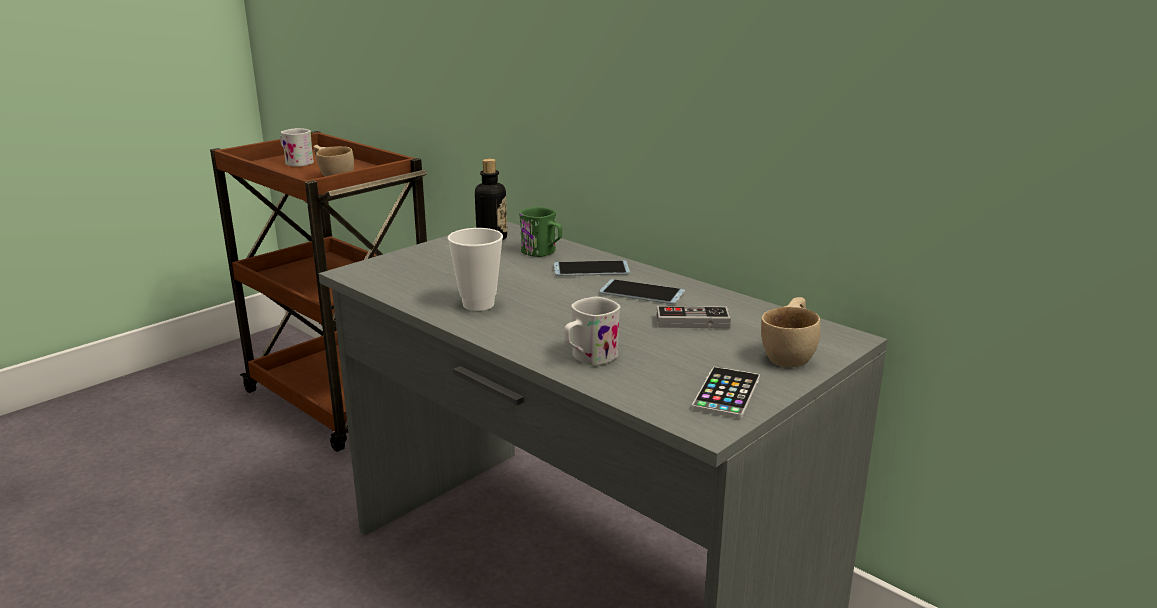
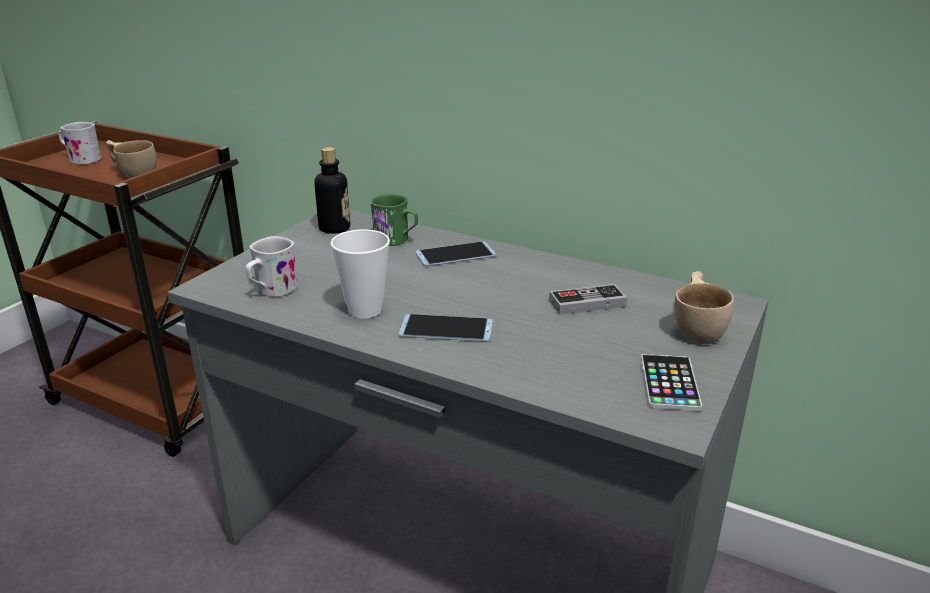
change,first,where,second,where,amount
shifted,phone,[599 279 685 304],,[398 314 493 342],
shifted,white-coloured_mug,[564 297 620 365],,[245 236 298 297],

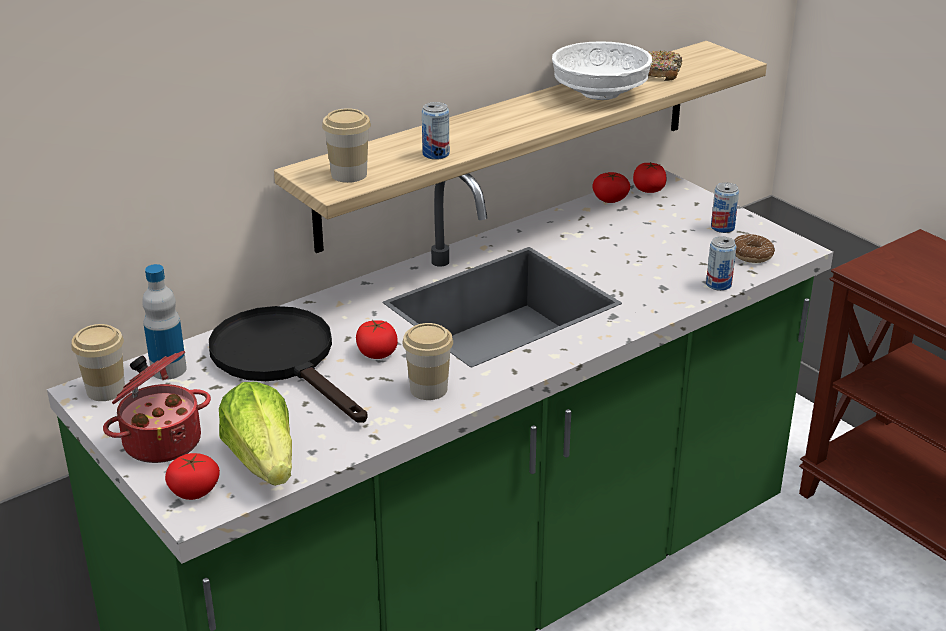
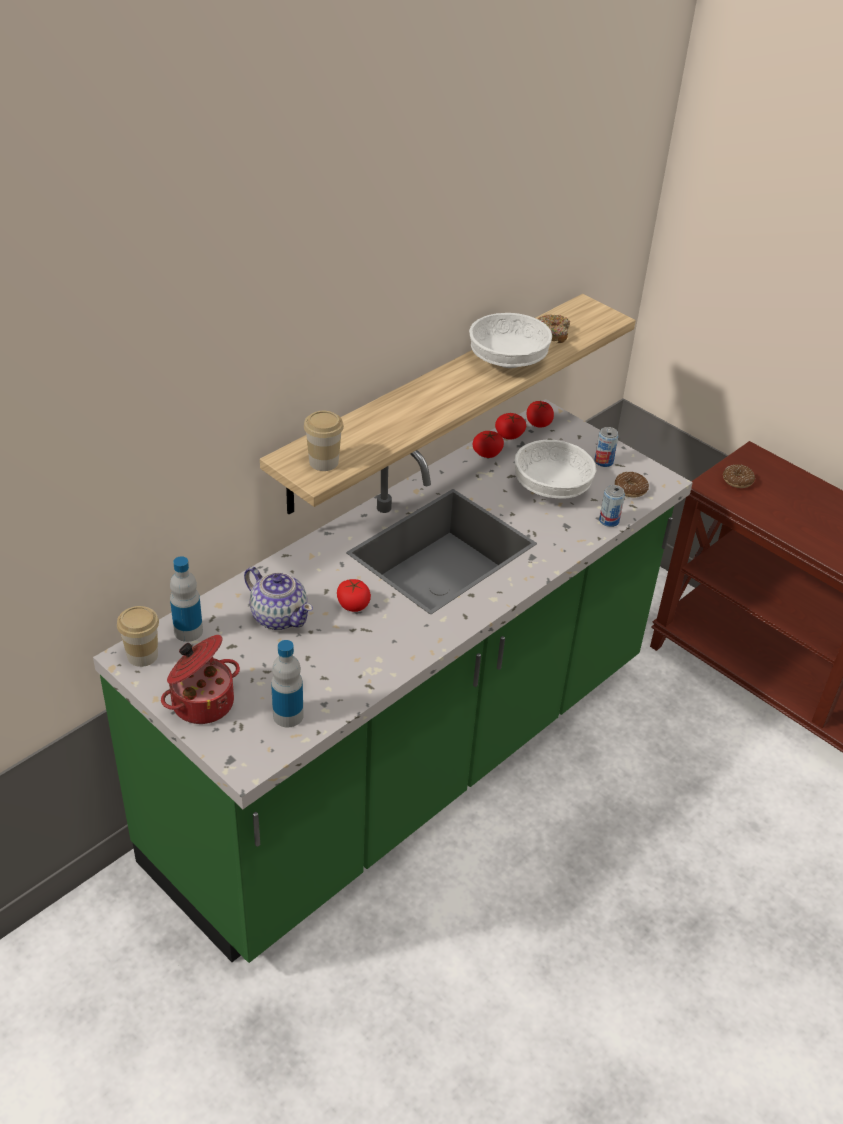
change,first,where,second,where,amount
gone,can,[422 102 449 160],,,
swapped,blackish_skillet,[209 306 368 423],tea_pot,[244 567 313 630],
gone,cup,[402 323 453 400],,,
swapped,lettuce,[219 382 292 486],drink_bottle,[271 640 304 727],
shifted,tomato,[165 453 220 500],,[473 431 504 458],
new,,,white-coloured_deep_dish,[515 440 596 498],
new,,,ring_doughnut,[723 464 755 488],

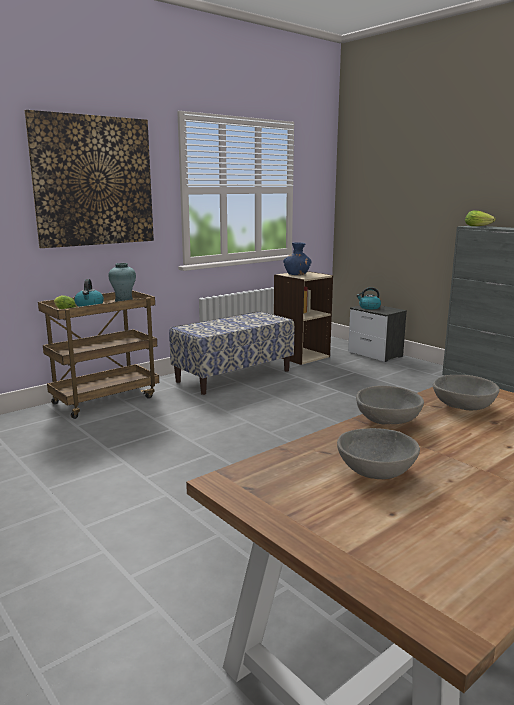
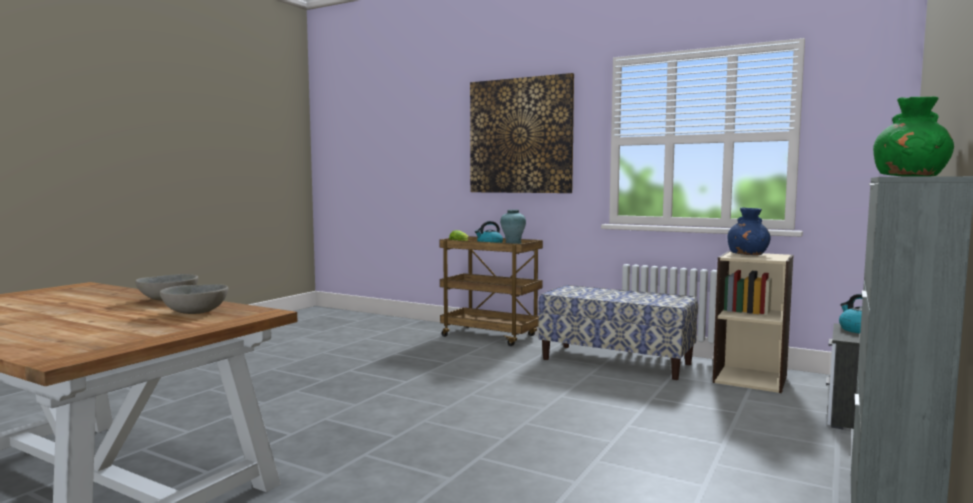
change,first,where,second,where,amount
swapped,lettuce,[465 210 496 226],greenish_decorative_vase,[873 96 954 177],
gone,grey_deep_dish,[337 428 420 479],,,

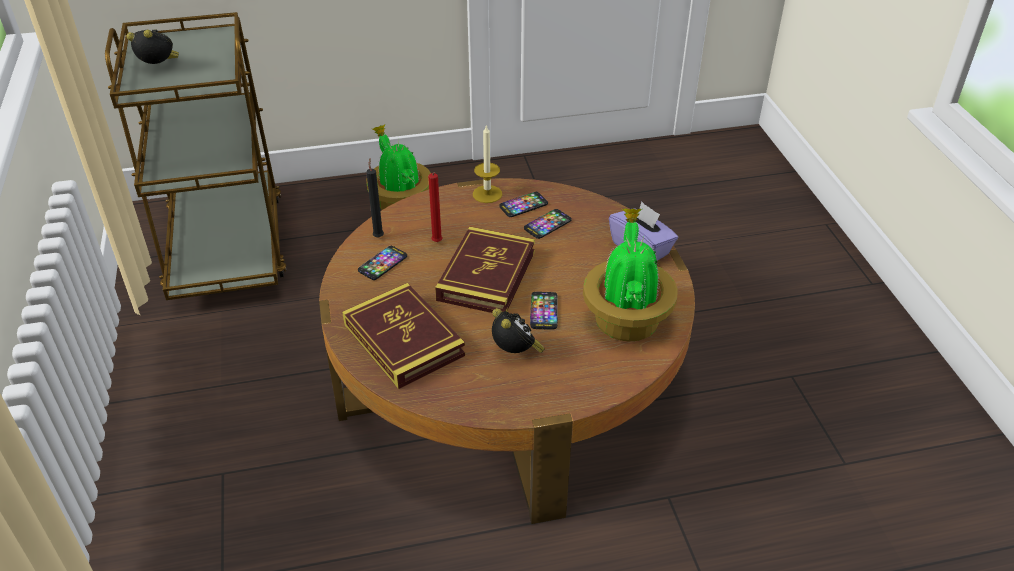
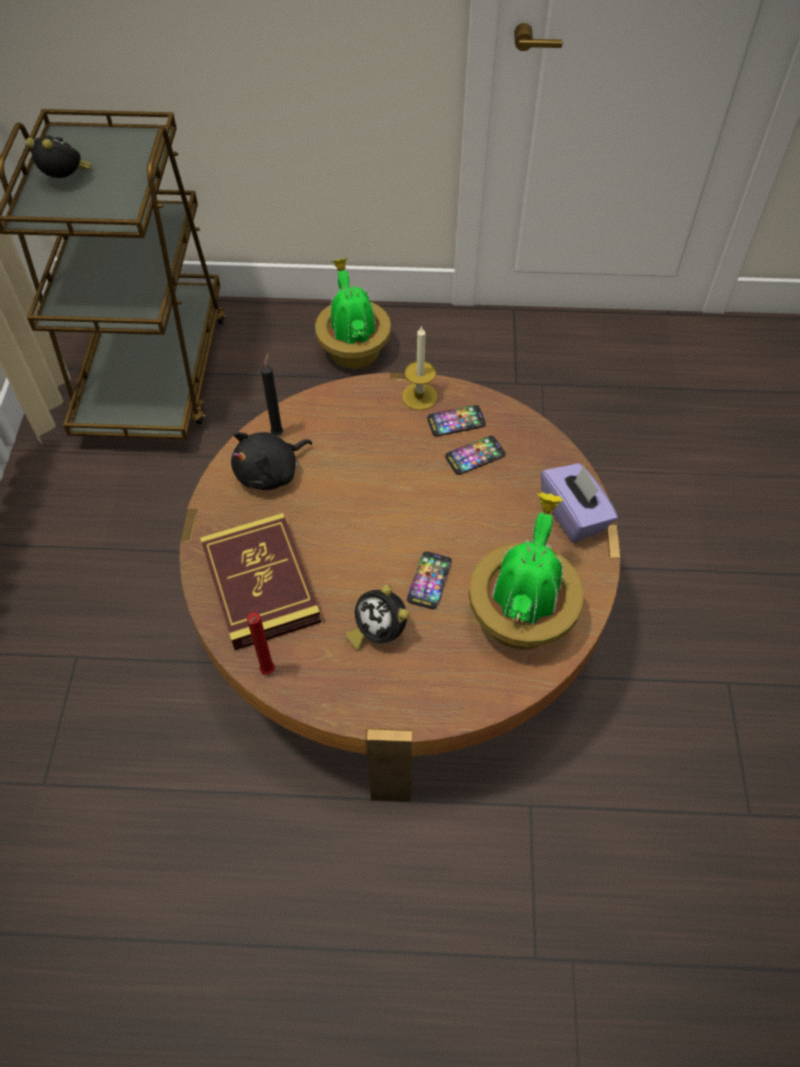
change,first,where,second,where,amount
shifted,red-coloured_candle,[428 172 442 242],,[247 612 275 675],
gone,volume,[435 227 535 313],,,
swapped,phone,[358 246 407 280],blackish_cuddly_toy,[231 432 312 490],
rotated,alarm_clock,[492 308 545 353],,[345 585 409 649],150 degrees clockwise

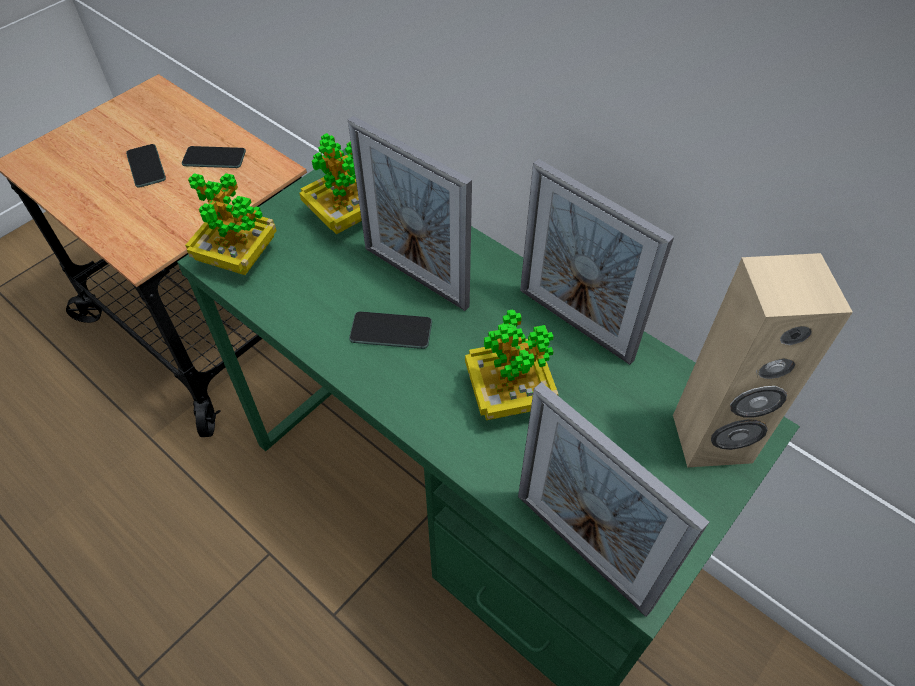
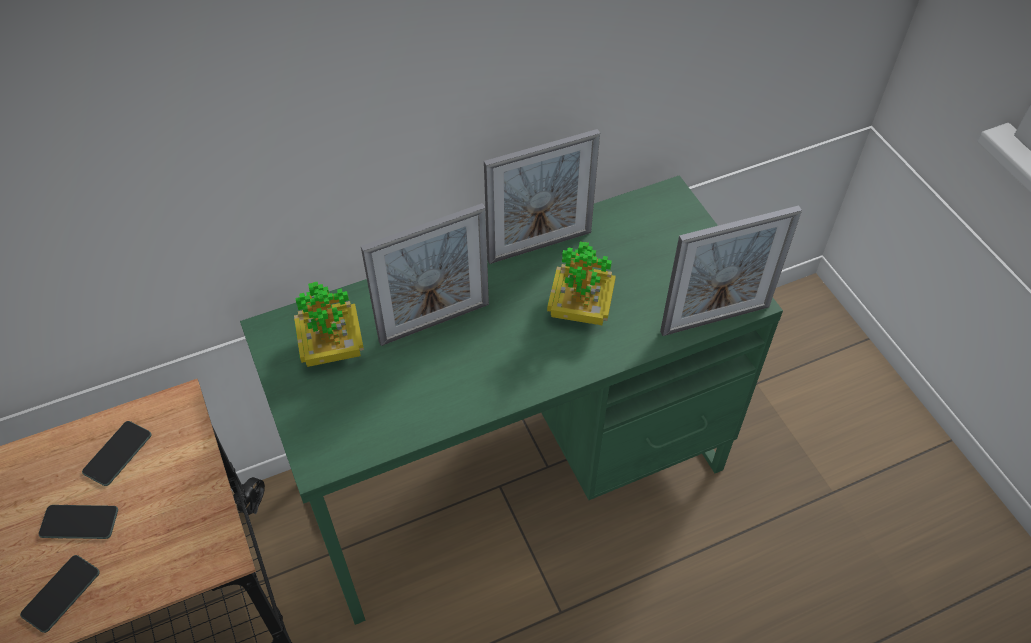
change,first,where,second,where,amount
gone,plant_in_a_pot,[185 173 277 275],,,
gone,beige_loudspeaker,[673 253 853 468],,,
shifted,phone,[349 311 432 349],,[20 555 100 633],

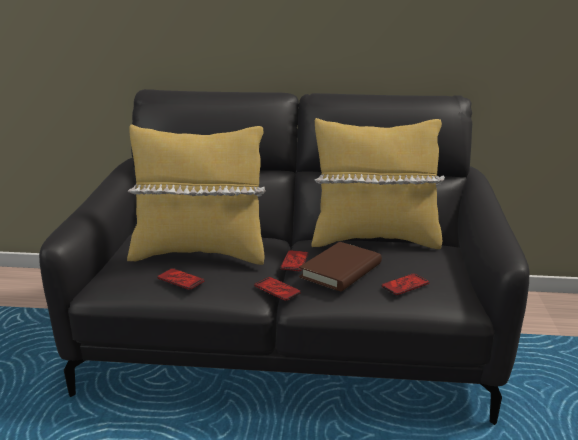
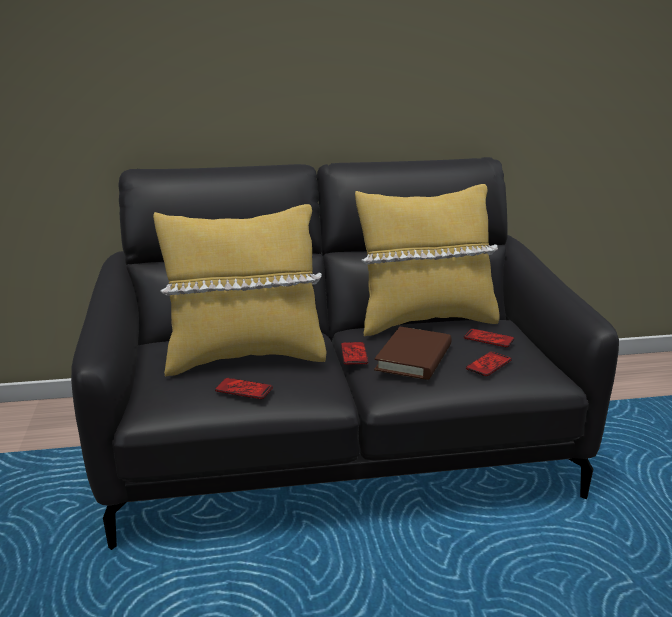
change,first,where,second,where,amount
shifted,phone,[254 277 301 301],,[464 329 514 347],

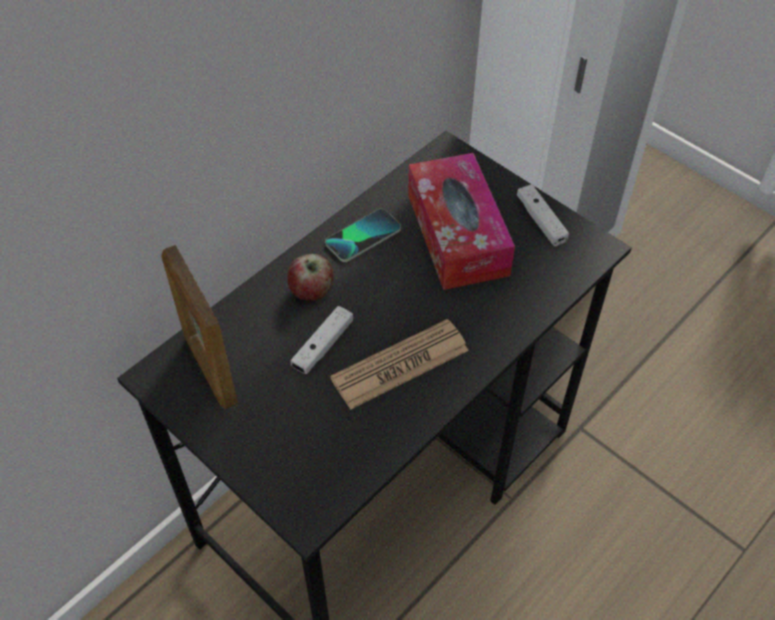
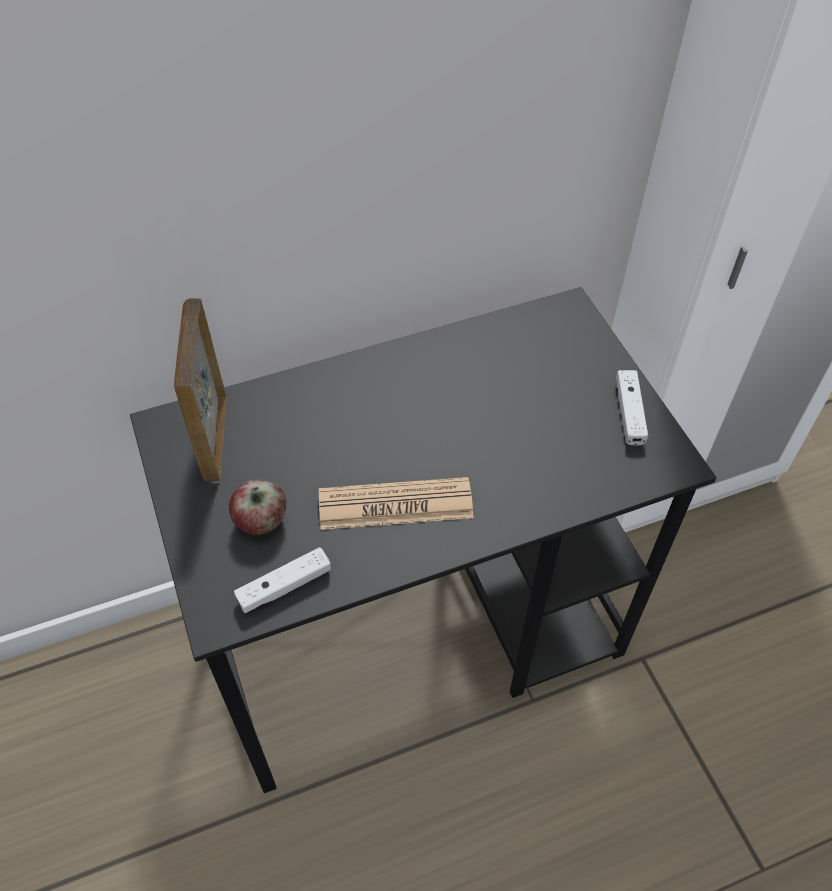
change,first,where,second,where,amount
gone,box_of_tissues,[408 153 515 290],,,
gone,phone,[325 209 401 262],,,
shifted,apple,[287 254 334 301],,[229 480 286 535],
shifted,white-coloured_joypad,[291 306 353 374],,[234 547 331 614],

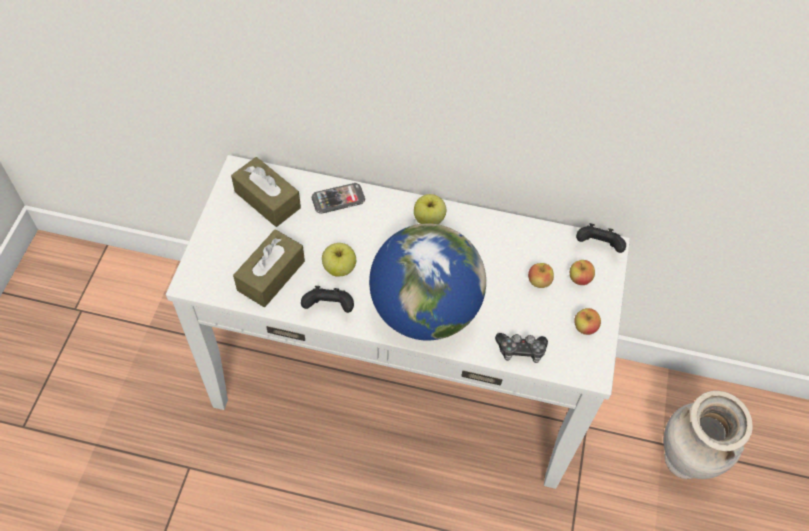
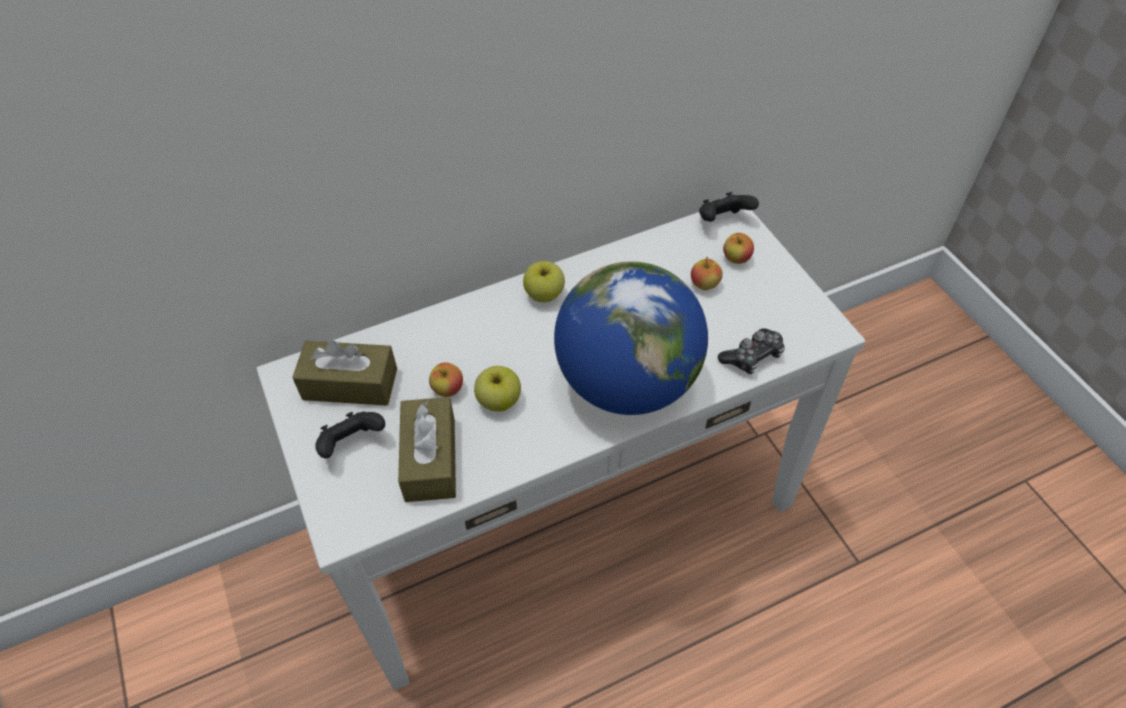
change,first,where,second,where,amount
gone,phone,[312 183 365 214],,,
shifted,blackish_joypad,[301 286 354 313],,[315 412 385 458],
shifted,apple,[574 308 601 335],,[429 362 463 397],
gone,beige_decorative_vase,[663 391 753 479],,,

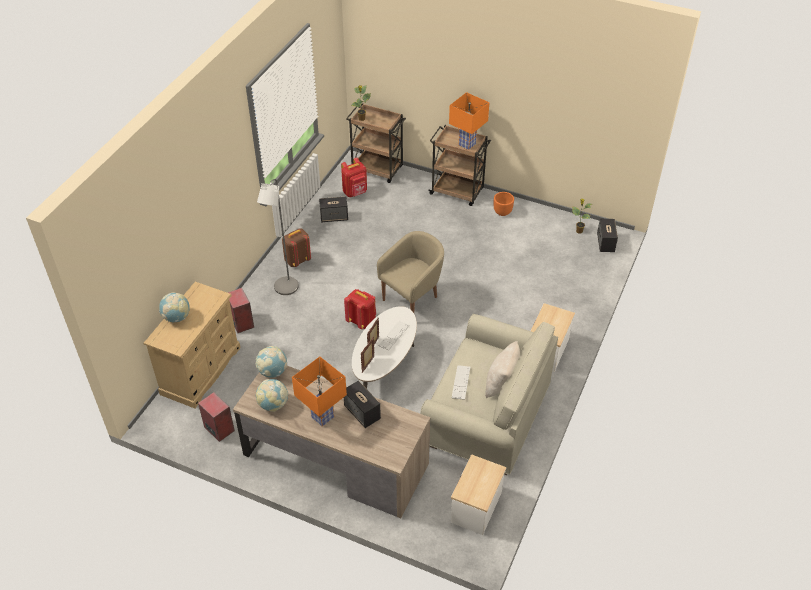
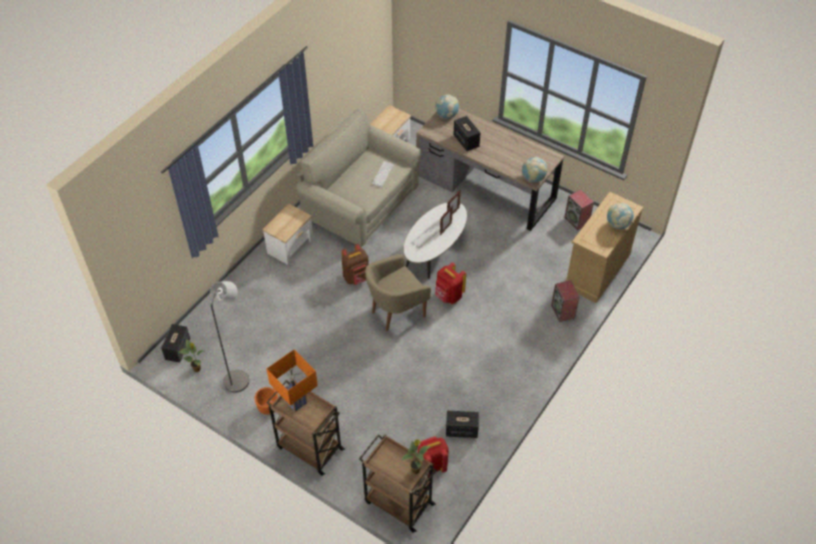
change,first,where,second,where,amount
shifted,grey_standing_lamp,[257 179 299 295],,[210 281 249 393],
shifted,brown-coloured_backpack,[282 228 311 267],,[342 244 369 285],
gone,beige_throw_pillow,[485 341 520 398],,,
gone,orangey_tabletop_lamp,[292 357 347 427],,,
shifted,globe,[256 379 288 412],,[435 95 459 119],

